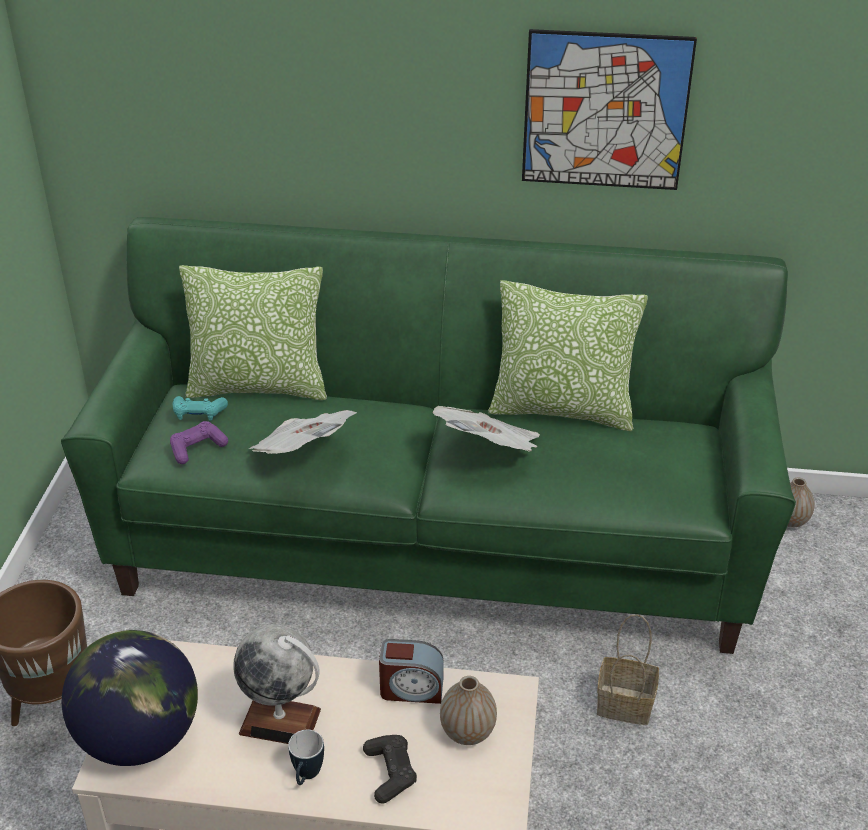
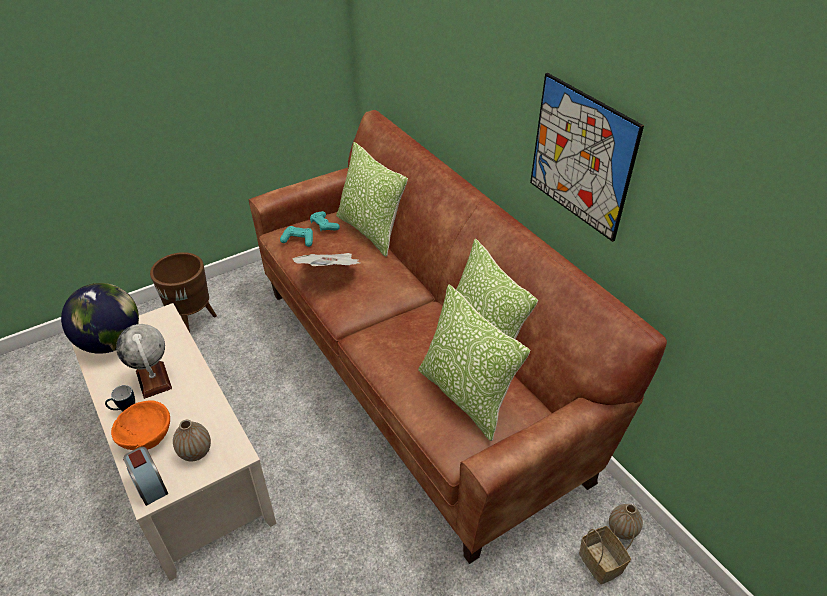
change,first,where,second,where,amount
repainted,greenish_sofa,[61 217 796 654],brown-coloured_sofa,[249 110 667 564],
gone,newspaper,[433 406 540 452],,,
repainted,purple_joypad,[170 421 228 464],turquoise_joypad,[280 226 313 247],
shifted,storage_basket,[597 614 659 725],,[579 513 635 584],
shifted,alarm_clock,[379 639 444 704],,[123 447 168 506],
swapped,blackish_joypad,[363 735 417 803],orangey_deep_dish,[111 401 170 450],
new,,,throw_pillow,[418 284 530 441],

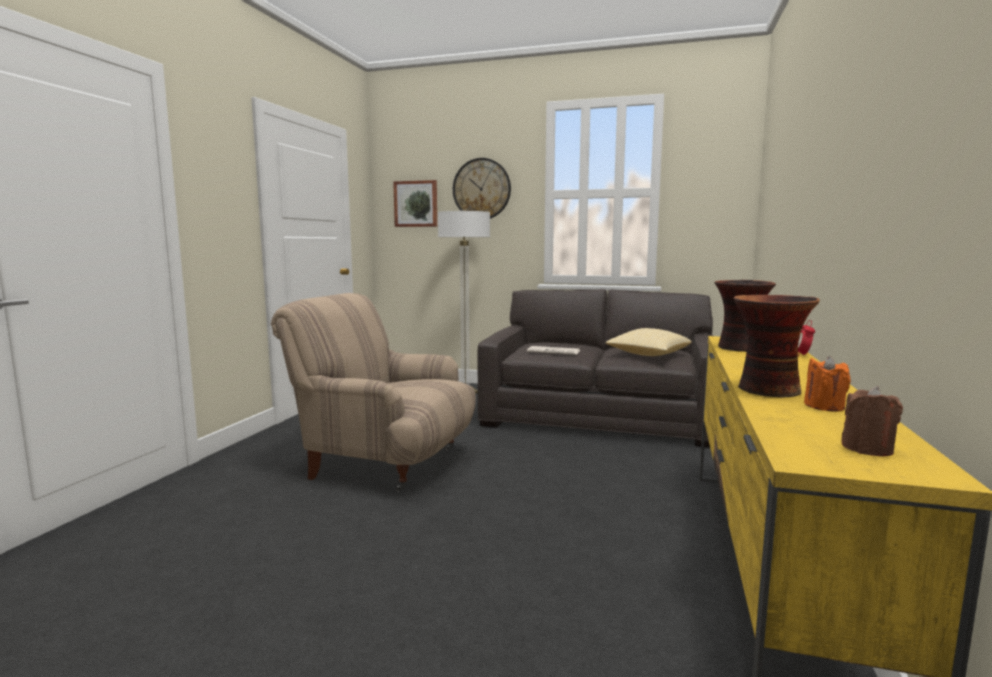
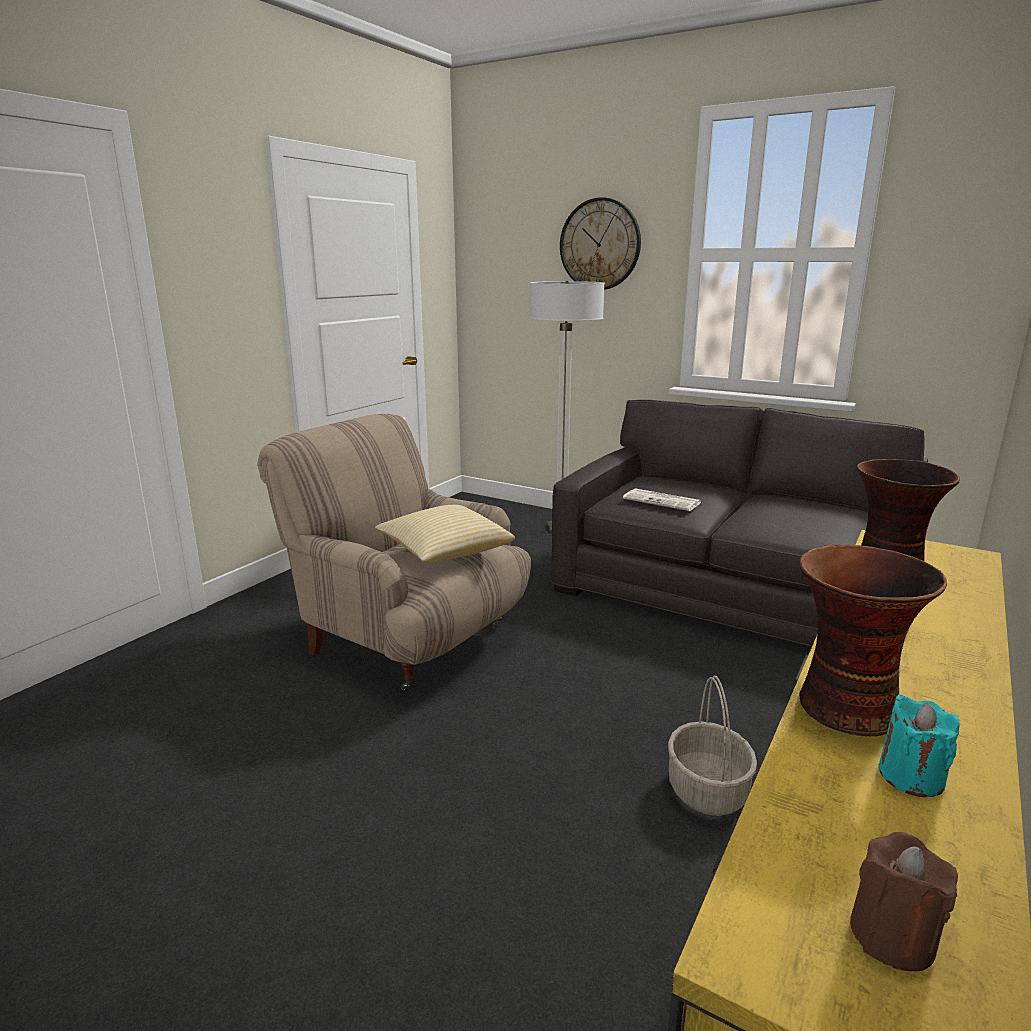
change,first,where,second,where,amount
gone,wall_art,[393 180 437 227],,,
gone,alarm_clock,[798 320 815 356],,,
shifted,throw_pillow,[606 328 692 356],,[375 505 515 562],
repainted,orangey_candle,[804 356 851 412],turquoise_candle,[879 694 959 797],
new,,,storage_basket,[668 676 757 816],

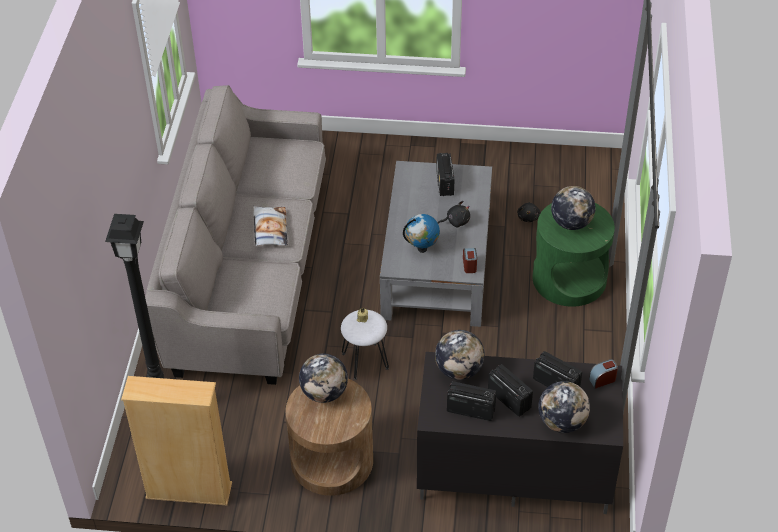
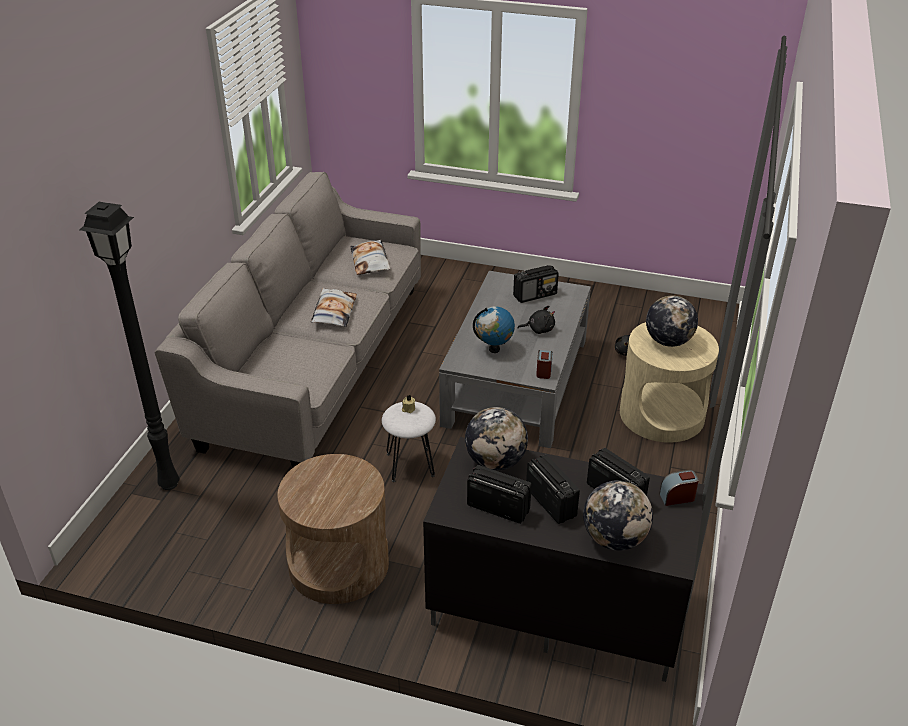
change,first,where,second,where,amount
rotated,radio_receiver,[436 153 454 196],,[513 265 559 303],120 degrees counterclockwise
repainted,greenish_end_table,[532 203 615 307],beige_end_table,[620 322 719 443],
gone,globe,[299 354 348 403],,,
gone,beige_bookcase,[121 376 232 505],,,
new,,,throw_pillow,[350 240 390 275],

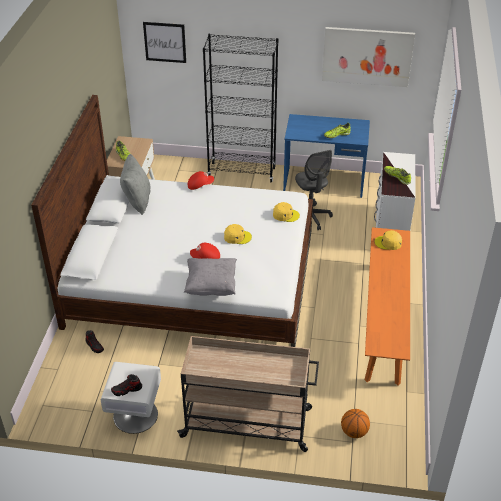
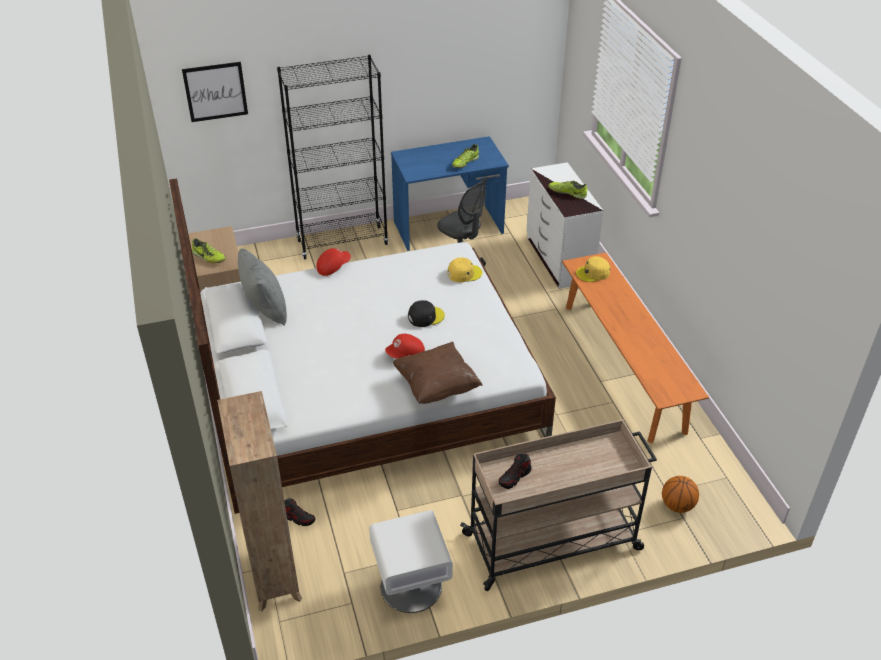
change,first,where,second,where,amount
gone,wall_art,[322 27 415 87],,,
repainted,yellow-coloured_baseball_cap,[224 224 252 244],blackish_baseball_cap,[408 300 445 327],
repainted,grey_throw_pillow,[184 258 237 296],brown-coloured_throw_pillow,[393 342 483 404],
shifted,shoe,[111 374 142 396],,[499 453 531 489],
new,,,brown-coloured_bookcase,[217 391 302 611],

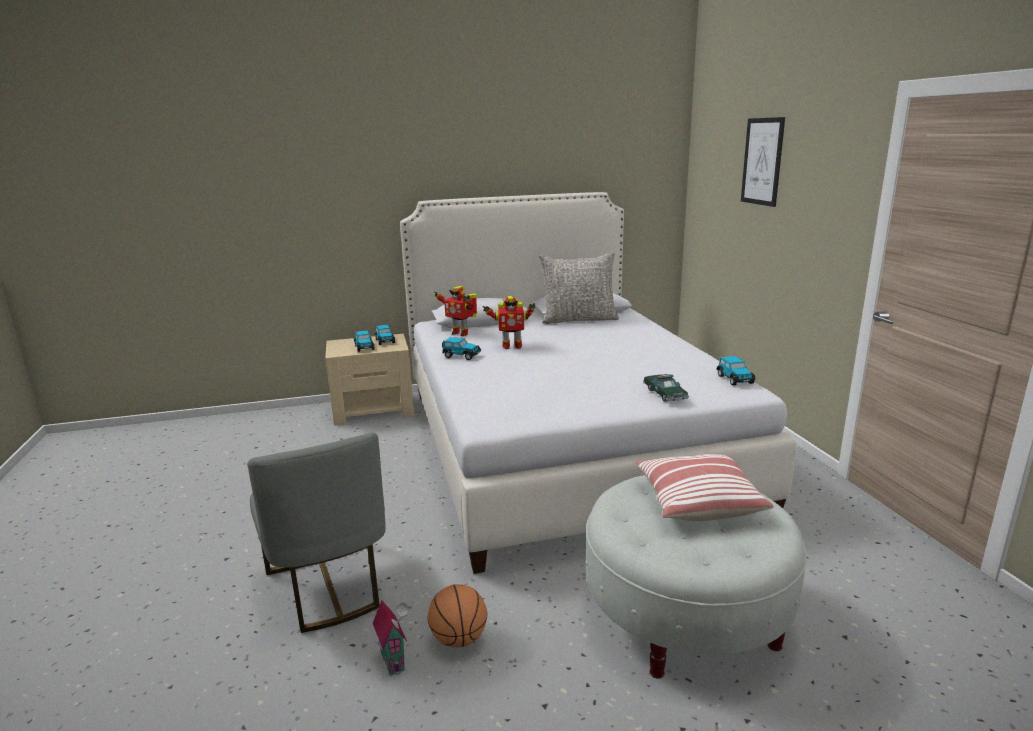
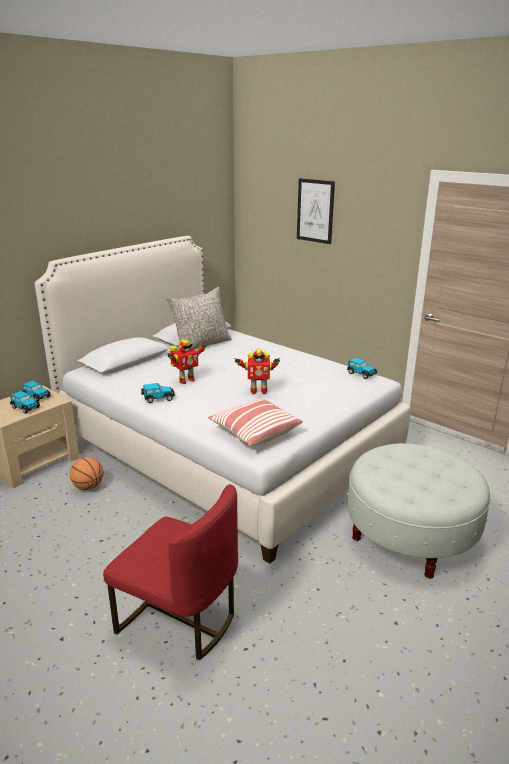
change,first,where,second,where,amount
shifted,toy_robot,[434 286 478 336],,[234 349 280 394],
gone,miniature_car,[643 374 689 402],,,
repainted,grey_plain_chair,[247 432 386 633],red-coloured_plain_chair,[103 484 238 661],
shifted,throw_pillow,[635 454 774 521],,[208 399 303 446],
shifted,basketball,[427 584 487 648],,[70 457 104 490],
gone,toy_house,[372 600 409 676],,,

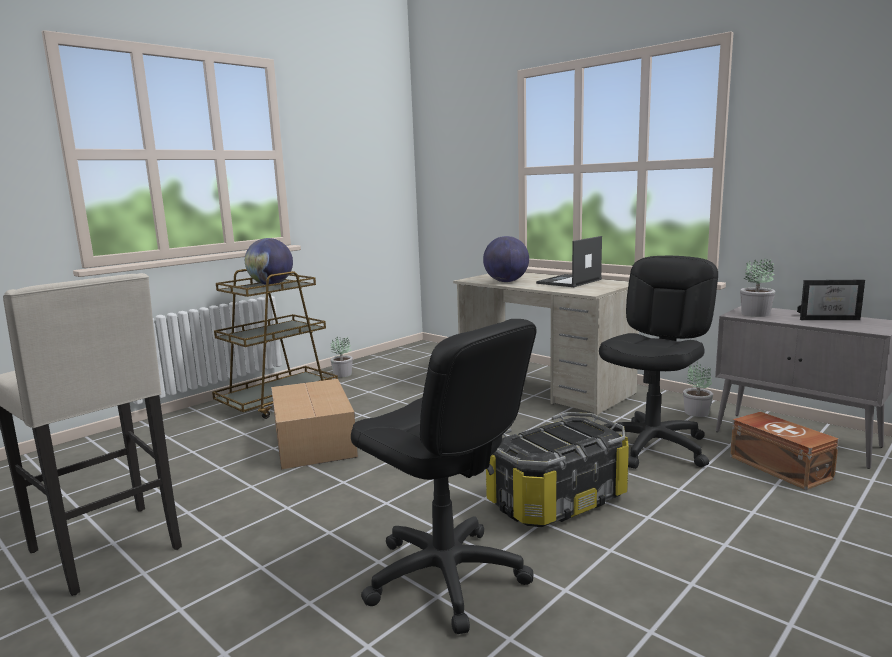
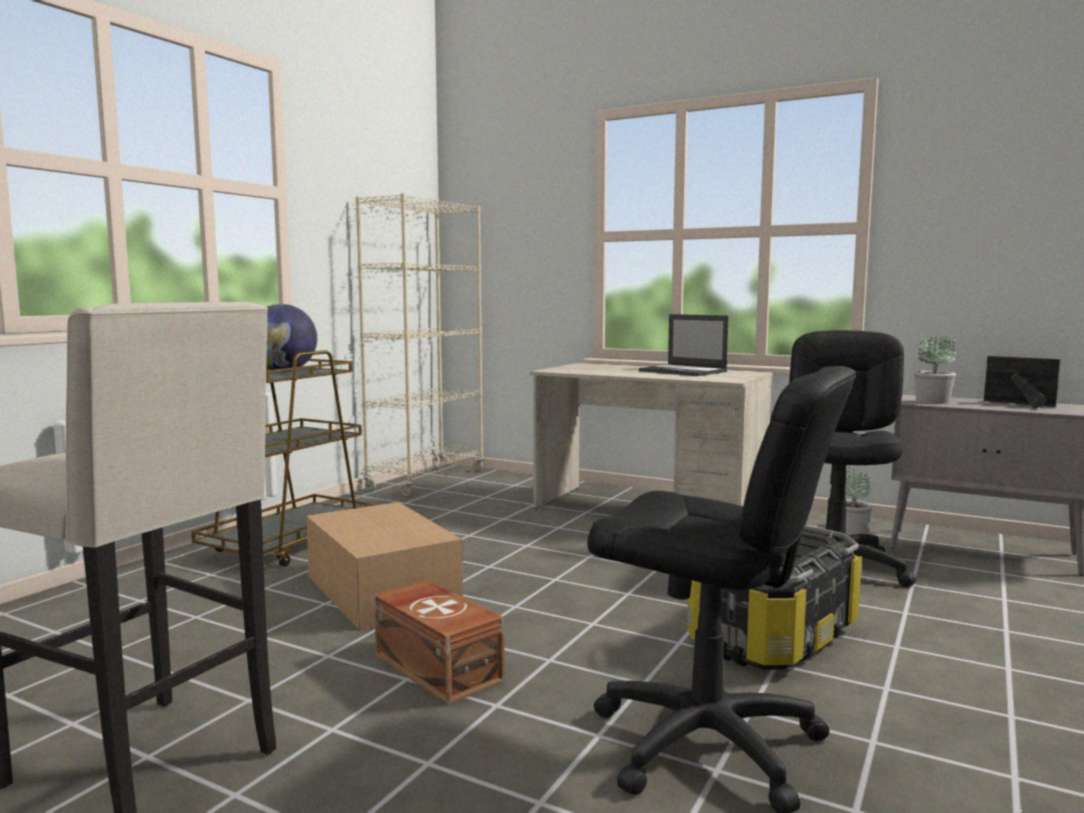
change,first,where,second,where,amount
gone,globe,[483 236 529 282],,,
rotated,notebook_computer,[536 236 602 287],,[639 314 729 376],75 degrees counterclockwise
rotated,picture_frame,[797 280 865 320],,[984 356 1061 408],135 degrees counterclockwise
gone,plant_in_a_pot,[330 336 353 377],,,
shifted,brown-coloured_storage_bin,[730 412 839 490],,[374 580 504 705],
new,,,beige_bookcase,[355 193 484 496],

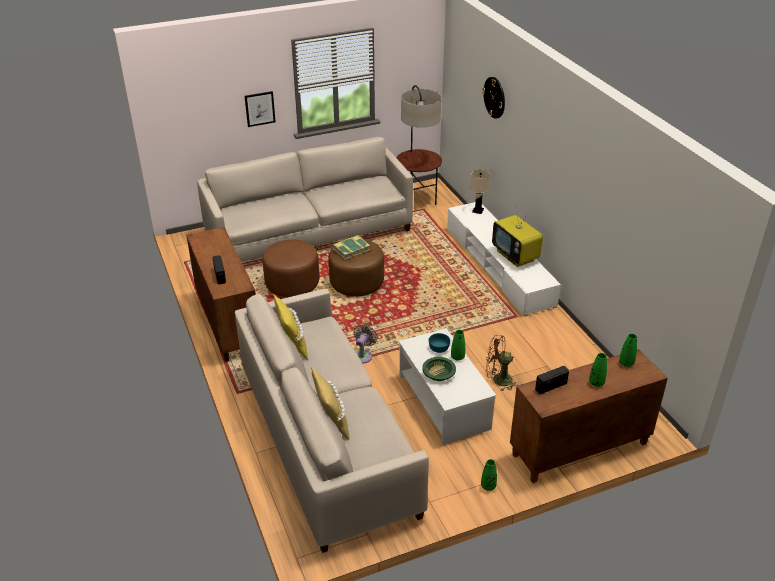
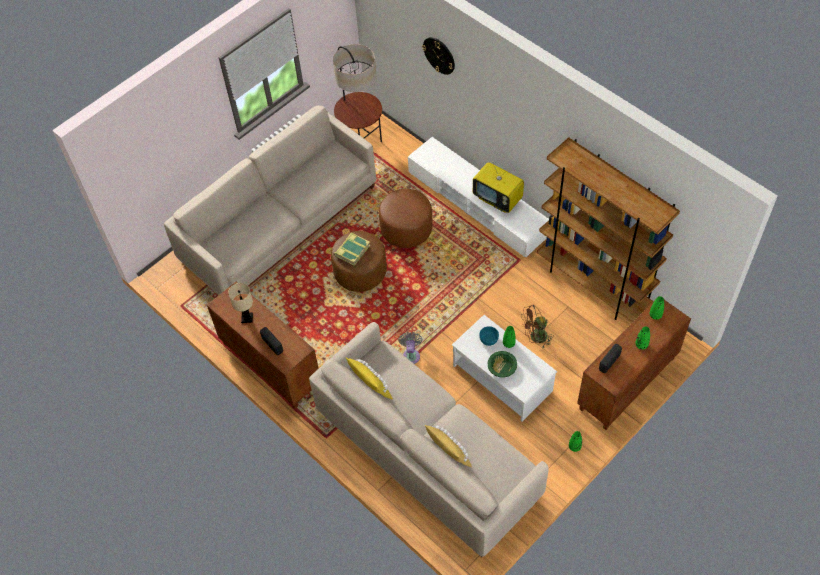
change,first,where,second,where,amount
gone,wall_art,[245 91 276 127],,,
shifted,beige_tabletop_lamp,[471 170 490 214],,[228 283 253 323],
shifted,brown-coloured_footrest,[262 240 319 297],,[379 189 433 248],
new,,,brown-coloured_bookcase,[537 137 680 322],

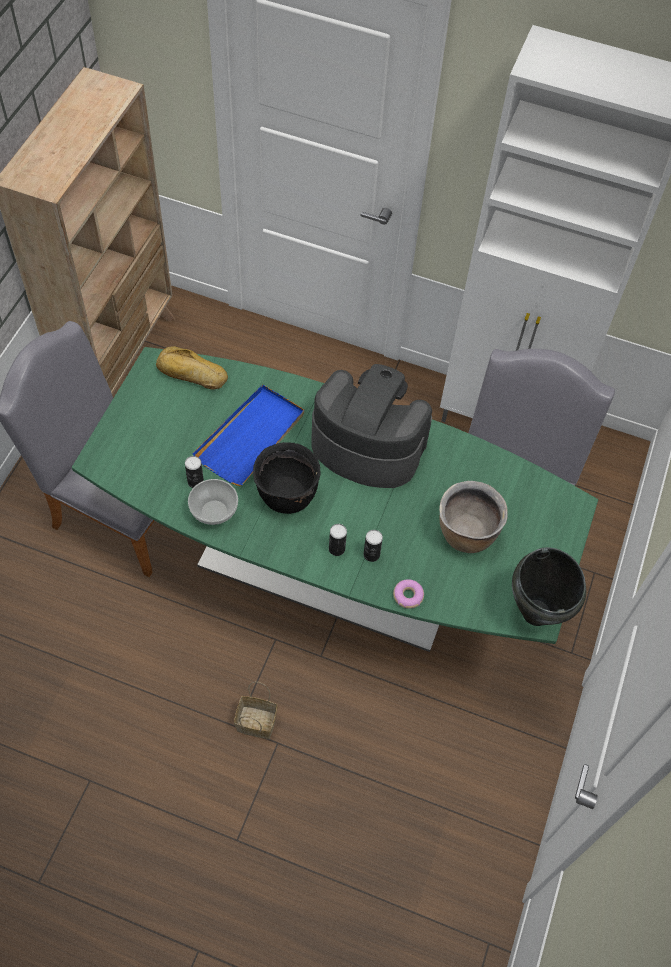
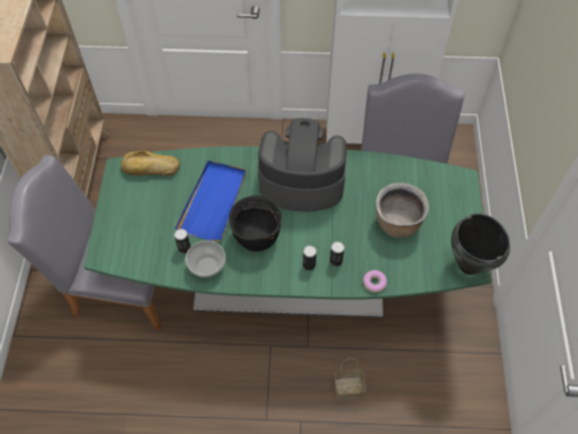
change,first,where,second,where,amount
shifted,storage_basket,[234 682 278 739],,[335 358 366 400],

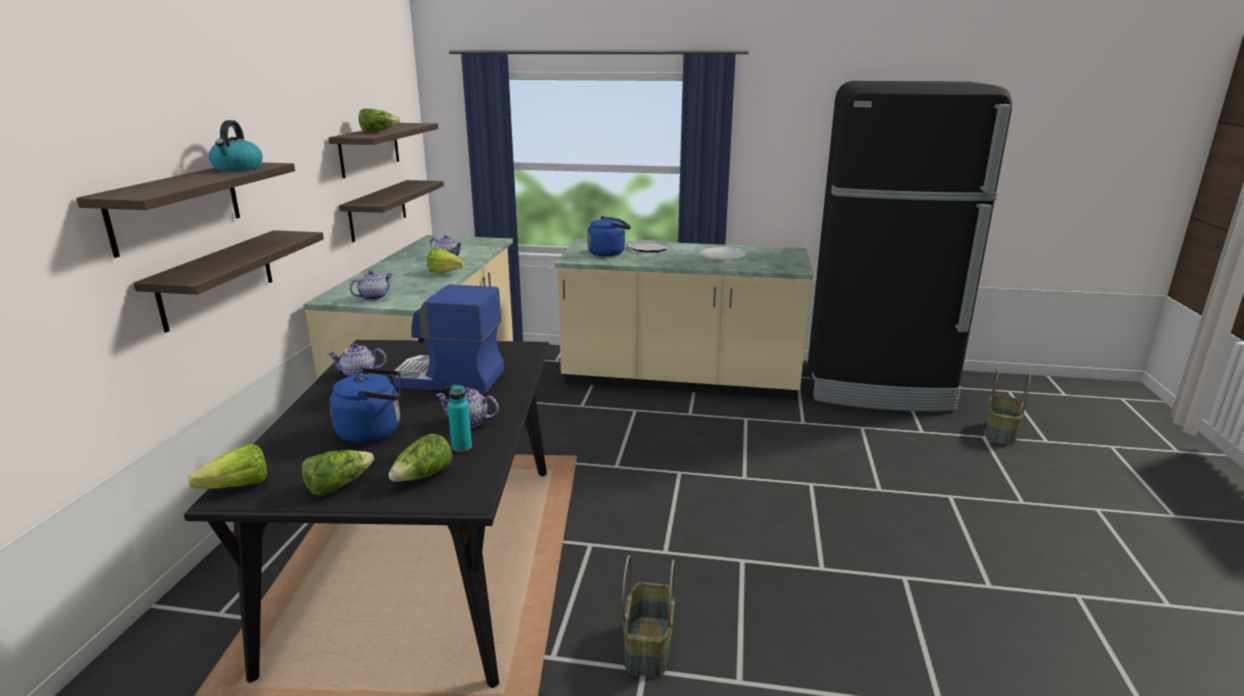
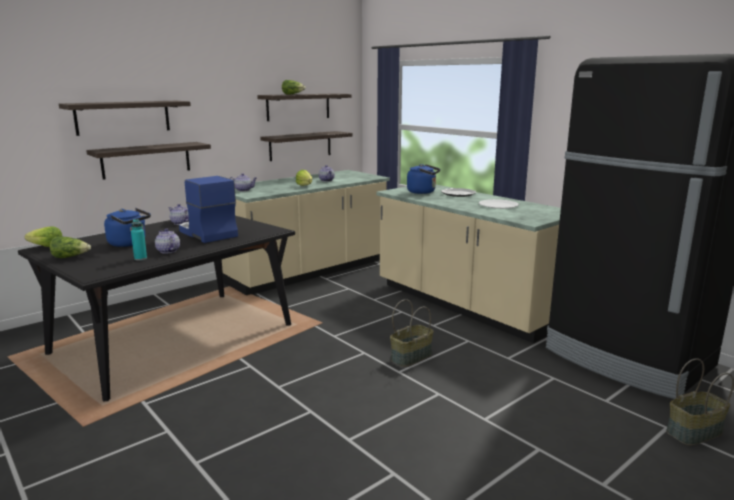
change,first,where,second,where,amount
gone,tea_kettle,[208 120 263 171],,,
gone,lettuce,[388 434 452 482],,,
shifted,storage_basket,[622 555 675 677],,[390 299 434 367],

